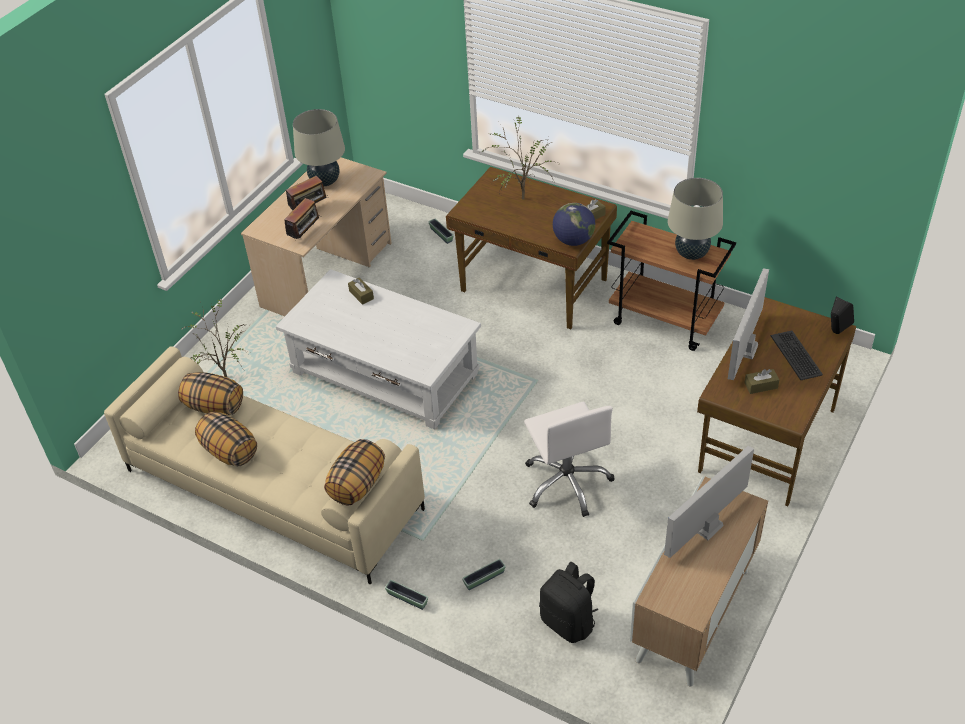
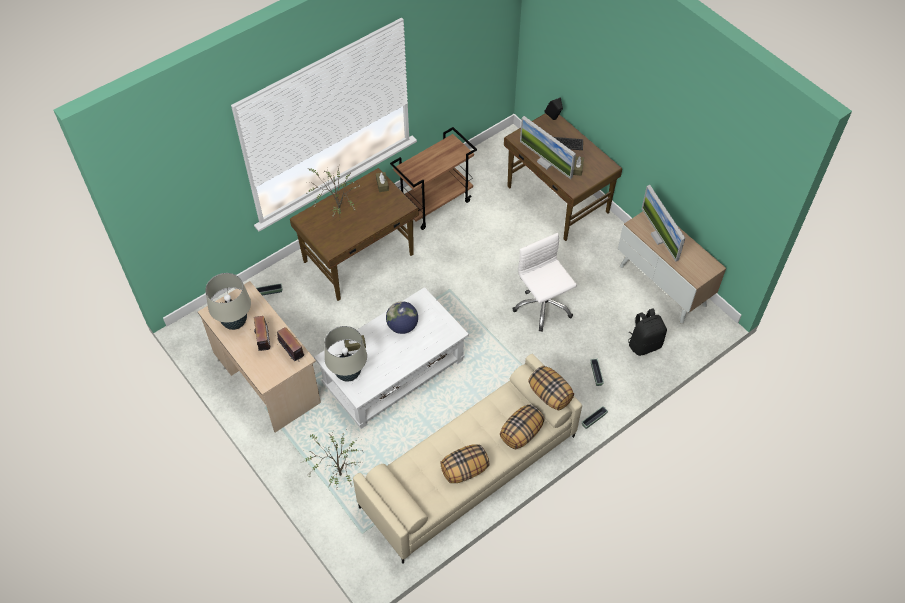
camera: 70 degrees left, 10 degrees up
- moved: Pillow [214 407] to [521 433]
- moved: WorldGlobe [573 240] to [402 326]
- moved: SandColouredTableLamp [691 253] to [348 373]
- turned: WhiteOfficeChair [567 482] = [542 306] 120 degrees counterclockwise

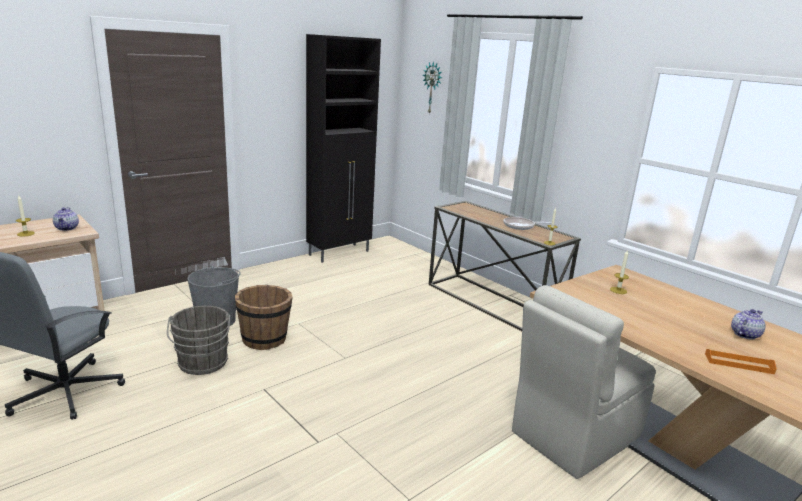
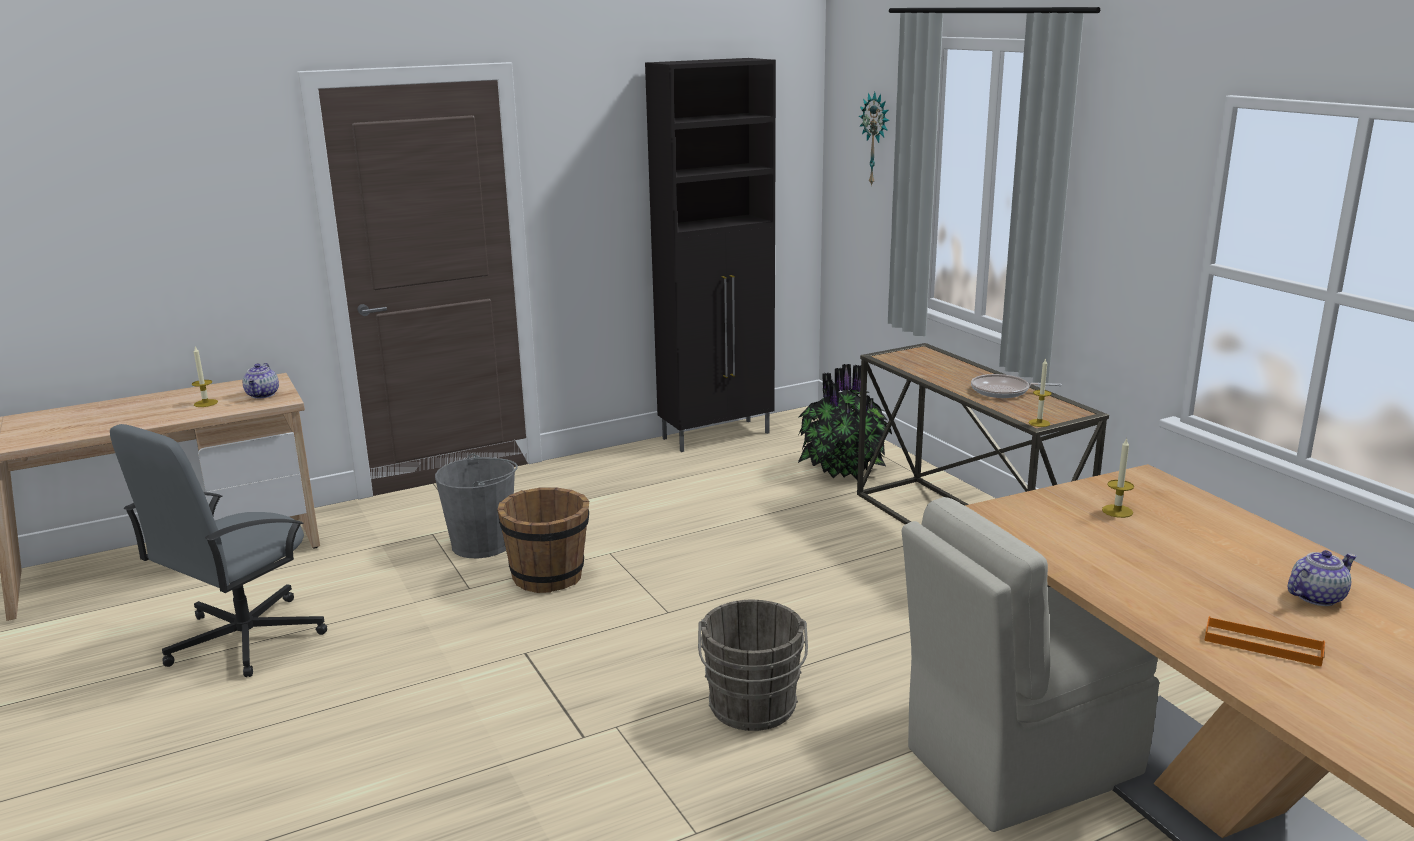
camera: 15 degrees right, 0 degrees up
- added: PottedPlant [843 469]
- moved: GreyishBucket [202 364] to [752 709]

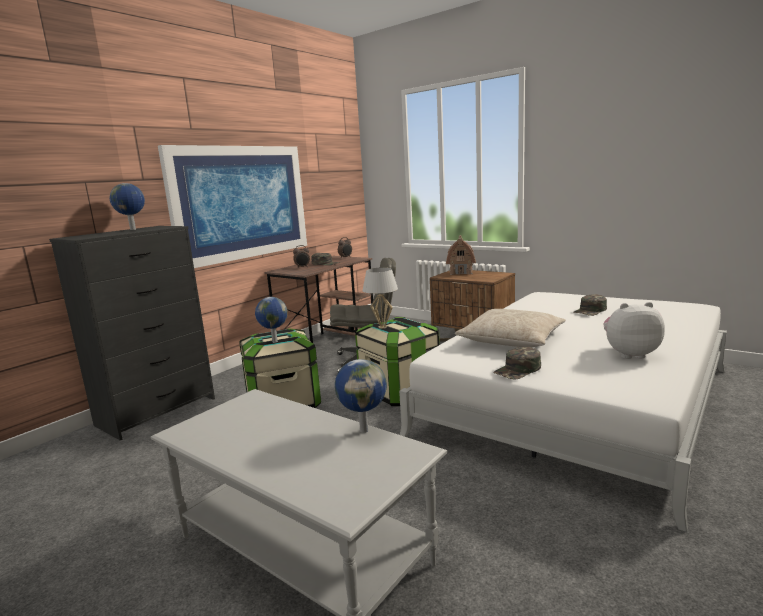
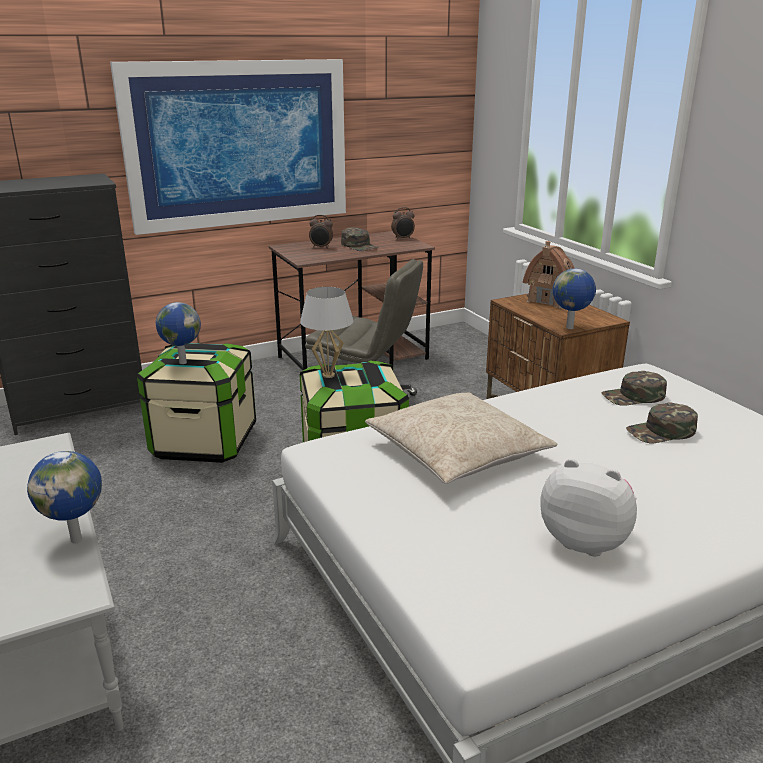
camera: 25 degrees right, 10 degrees up
- moved: WorldGlobe [133 229] to [570 328]
- moved: GreenCap [518 370] to [633 396]

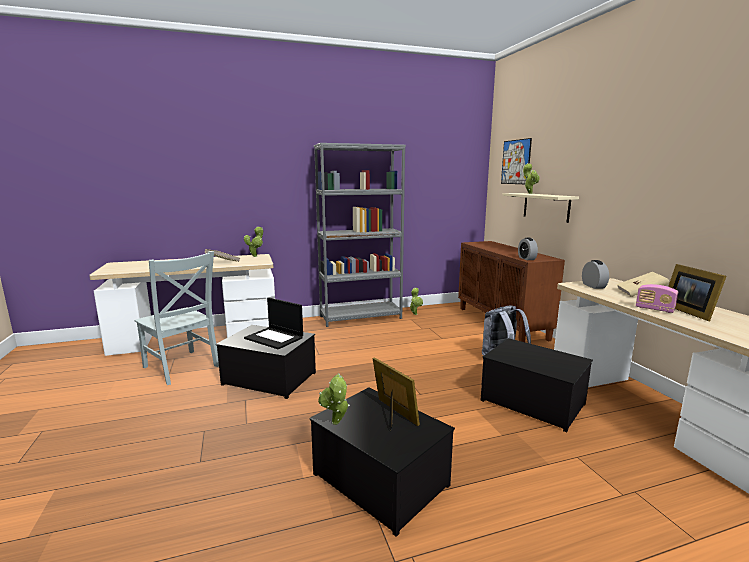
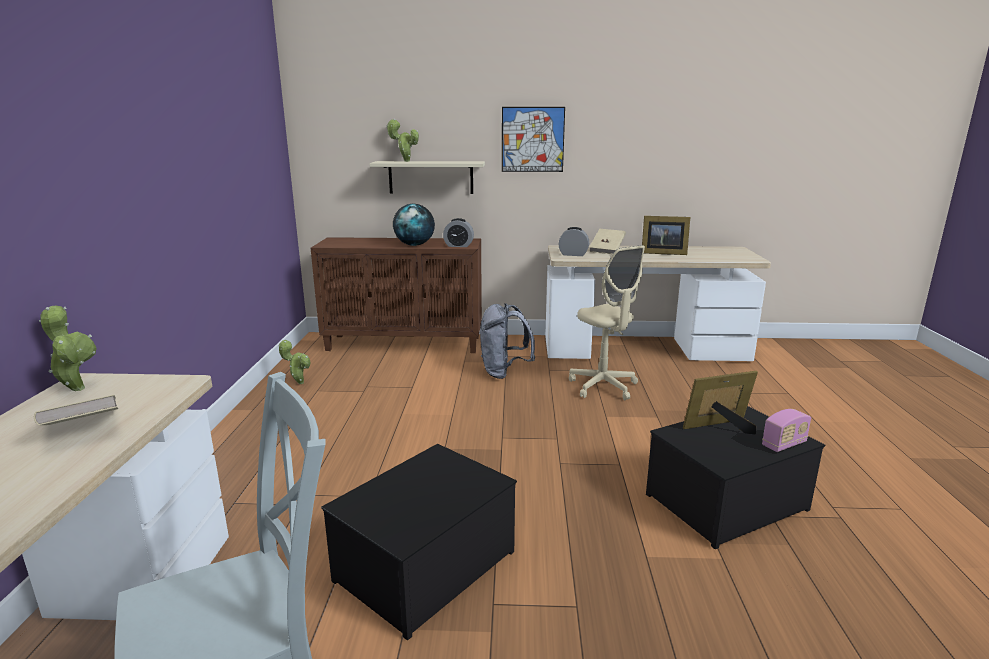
camera: 70 degrees left, 5 degrees up
- removed: PortableComputer [275 338]
- removed: GreyishBookcase [361 317]
- removed: PottedPlant [336 424]
- added: WorldGlobe [414 245]
- moved: WallPicture [515 162] to [532 139]
- moved: RadioReceiver [654 309] to [784 444]
- replaced: StorageBin [531 402] to SandColouredOfficeChair [603 386]

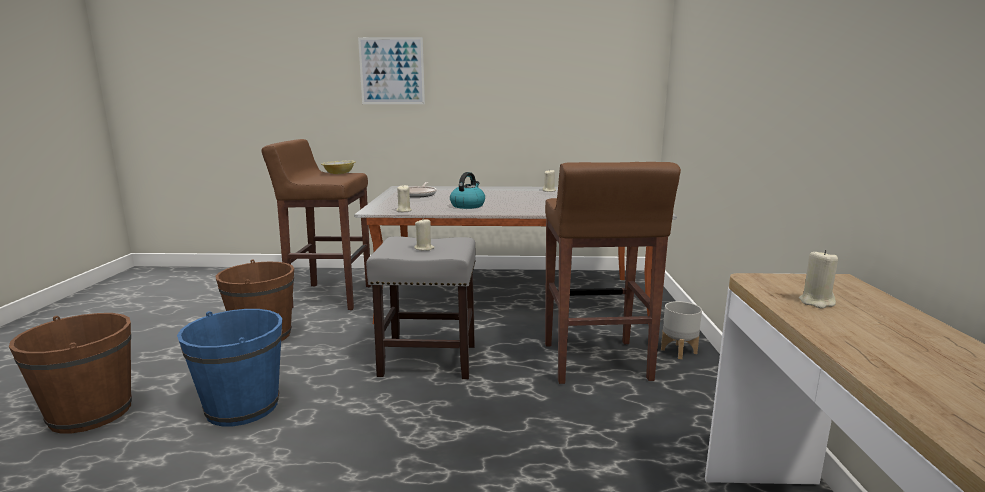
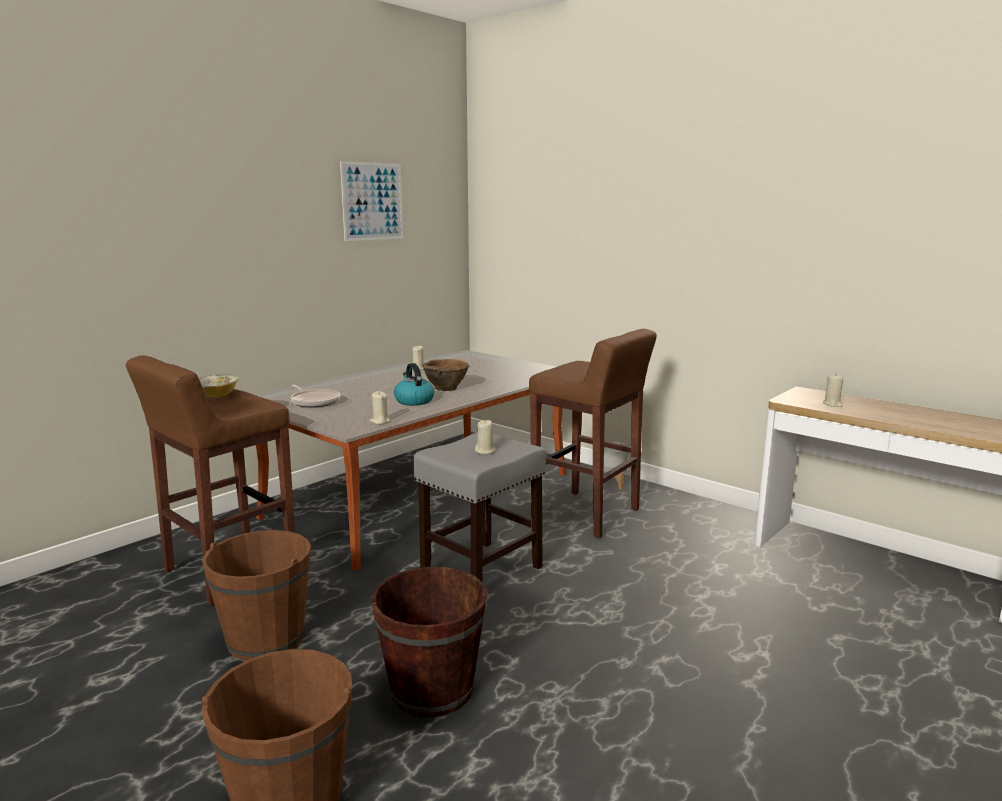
camera: 50 degrees left, 0 degrees up
- added: BrownServingBowl [445 388]
- moved: WallPicture [392 71] to [372 201]
- recoloured: BluishBucket [242 407] to BrownBucket [432 689]

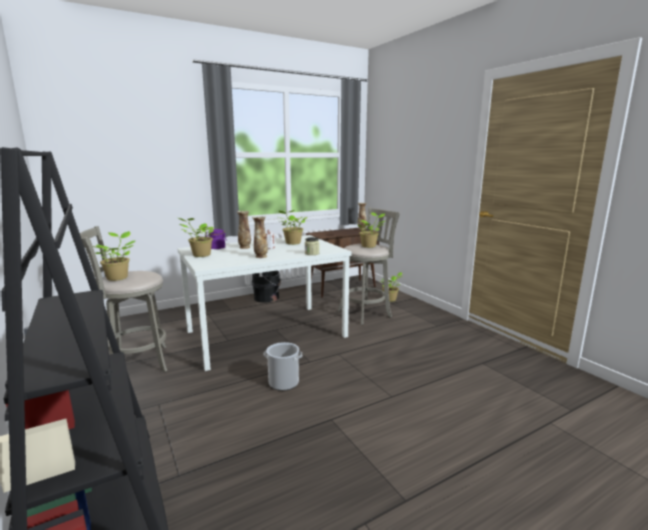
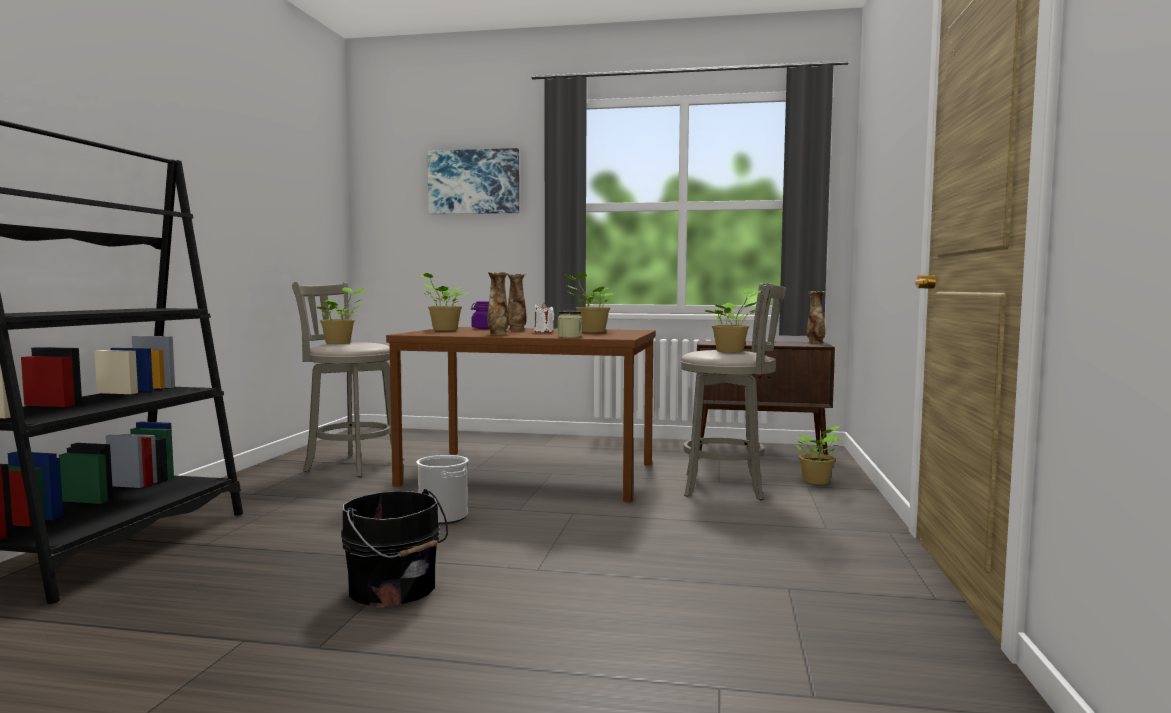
camera: 40 degrees right, 10 degrees down
- added: WallPicture [474 182]
- moved: BlackishBucket [268 298] to [394 590]
- recoloured: WhiteKitchenTable [265 334] to BrownKitchenTable [528 474]

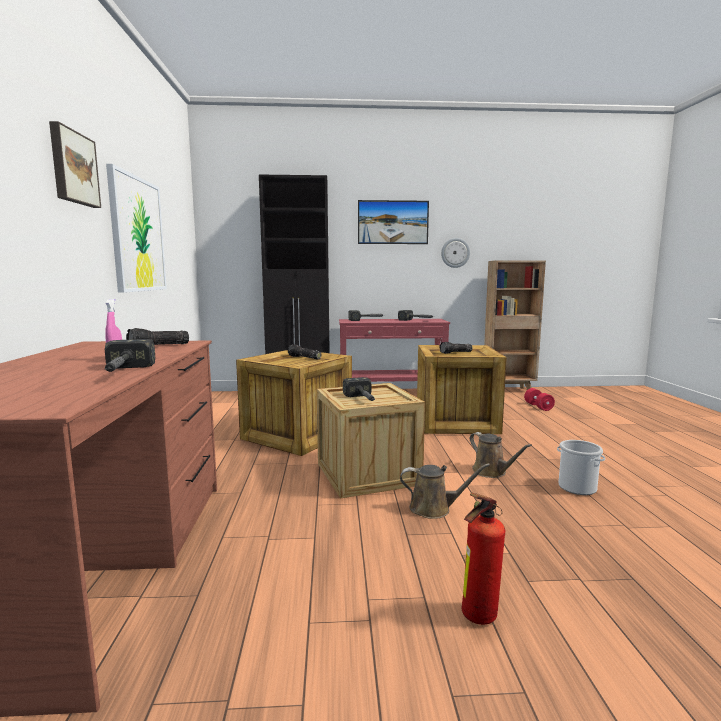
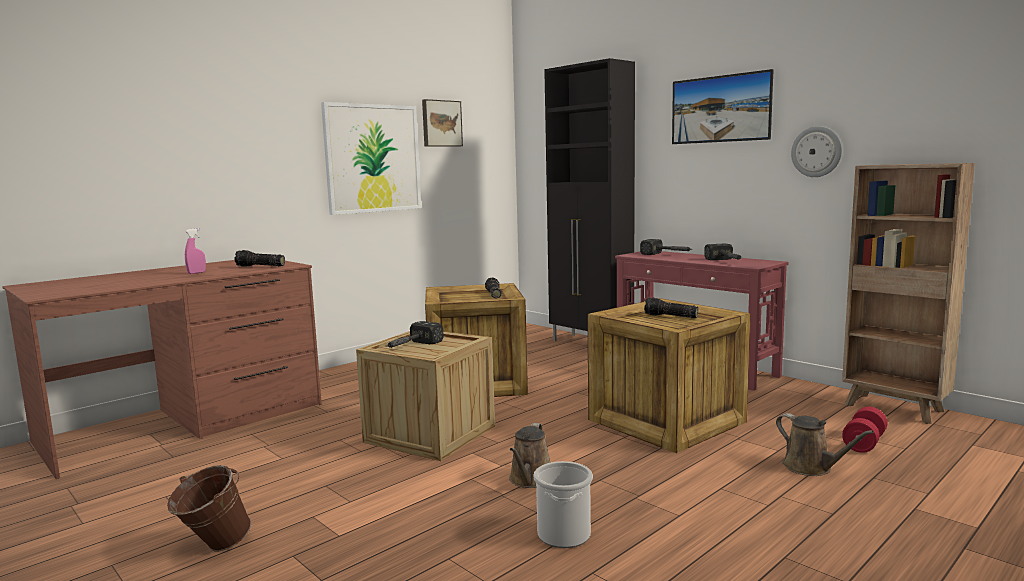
camera: 50 degrees right, 0 degrees up
- removed: ToolHammer [123 372]
- moved: WallPicture [73 168] to [441 123]
- moved: BrownSprinklingCan [434 509] to [811 468]
- replaced: Extinguisher [475 617] to BrownBucket [213 548]

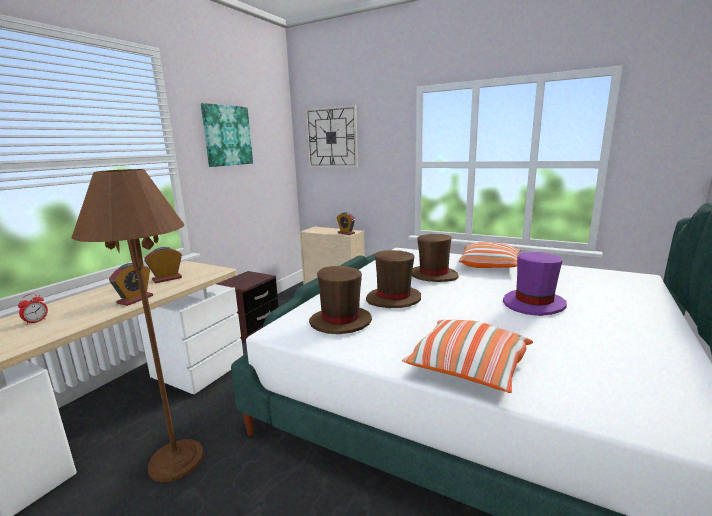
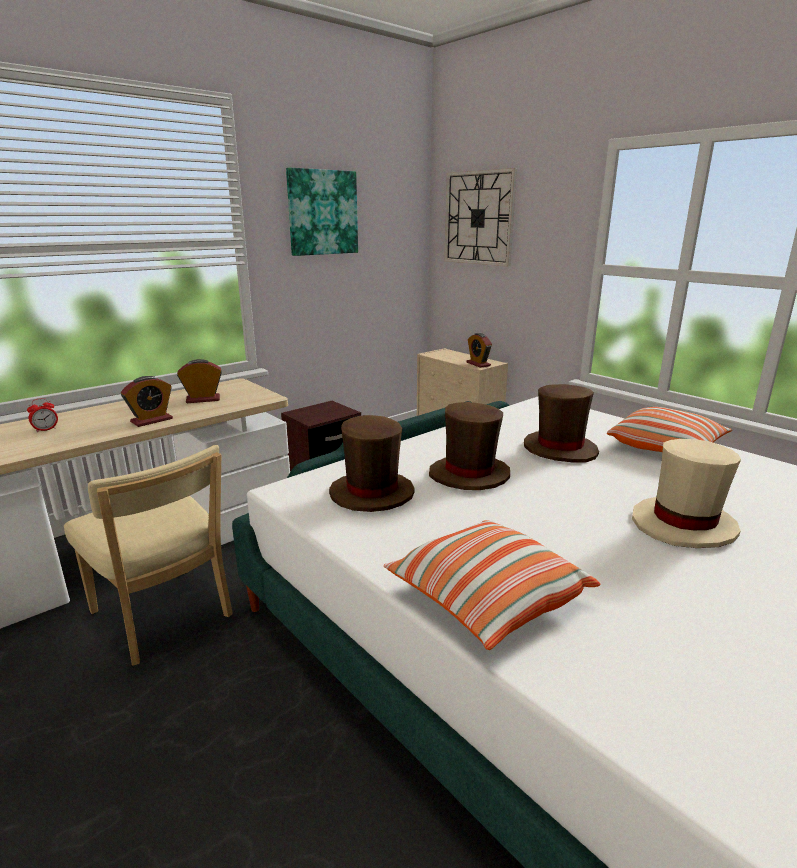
camera: 20 degrees right, 5 degrees up
- replaced: BrownStandardLamp [176 460] to SandColouredPlainChair [165 617]
- recoloured: PurplishHat [534 304] to SandColouredHat [683 525]

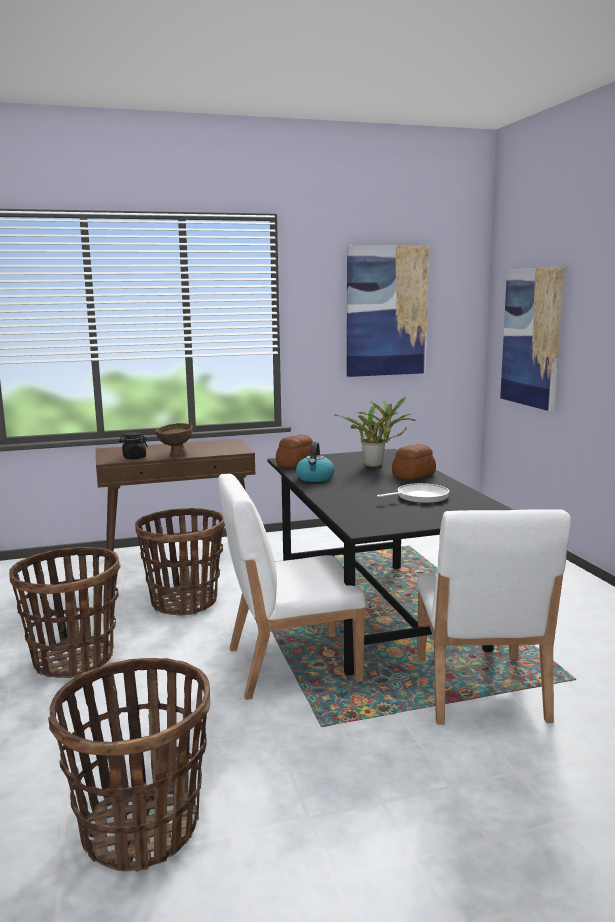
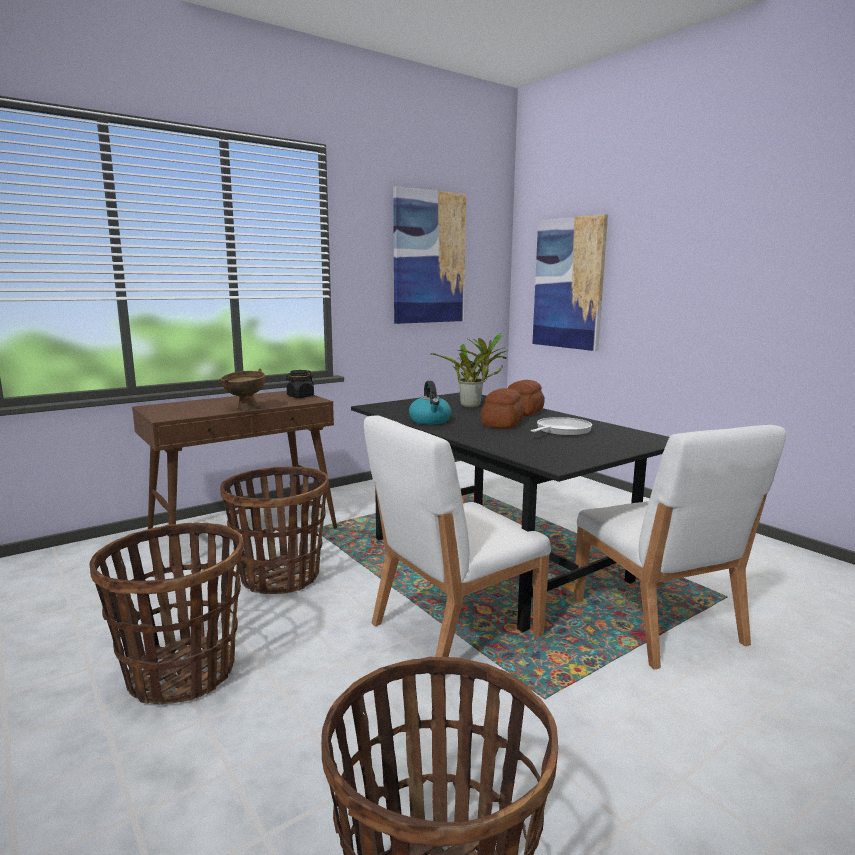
camera: 20 degrees left, 0 degrees up
- moved: BlackishJar [134 457] to [300 396]
- moved: BakeryBread [295 464] to [501 424]

